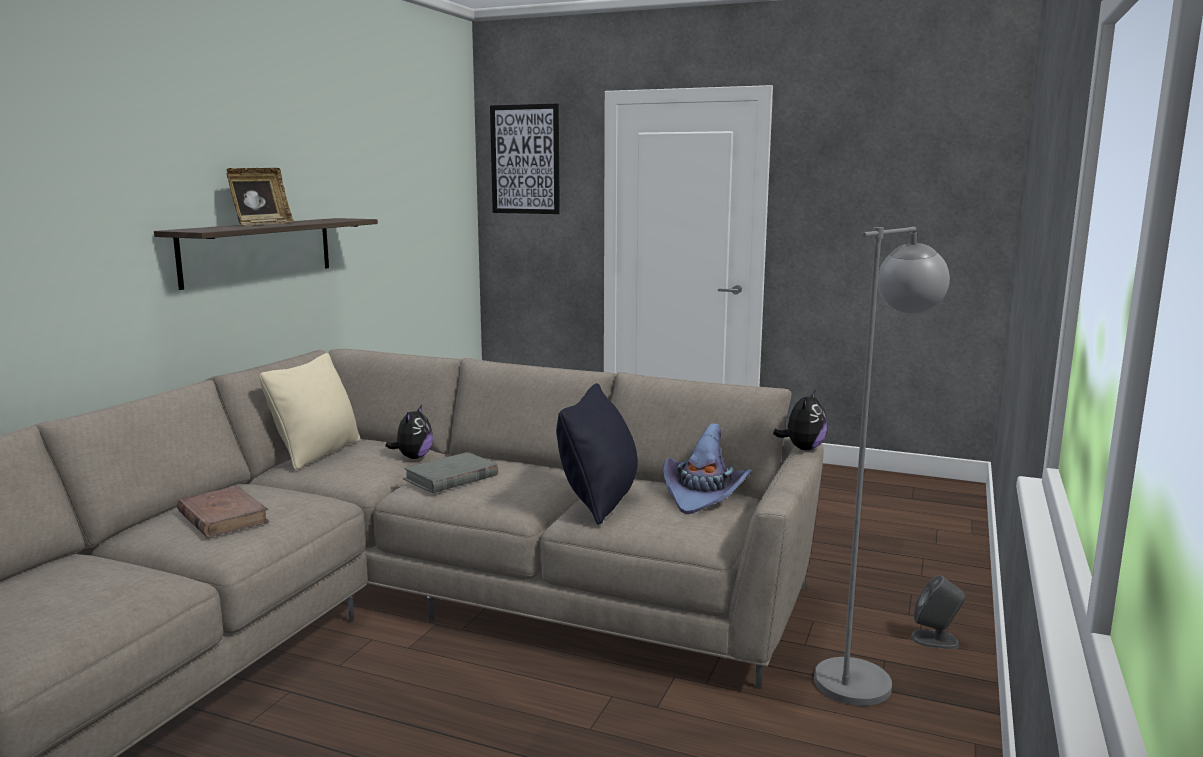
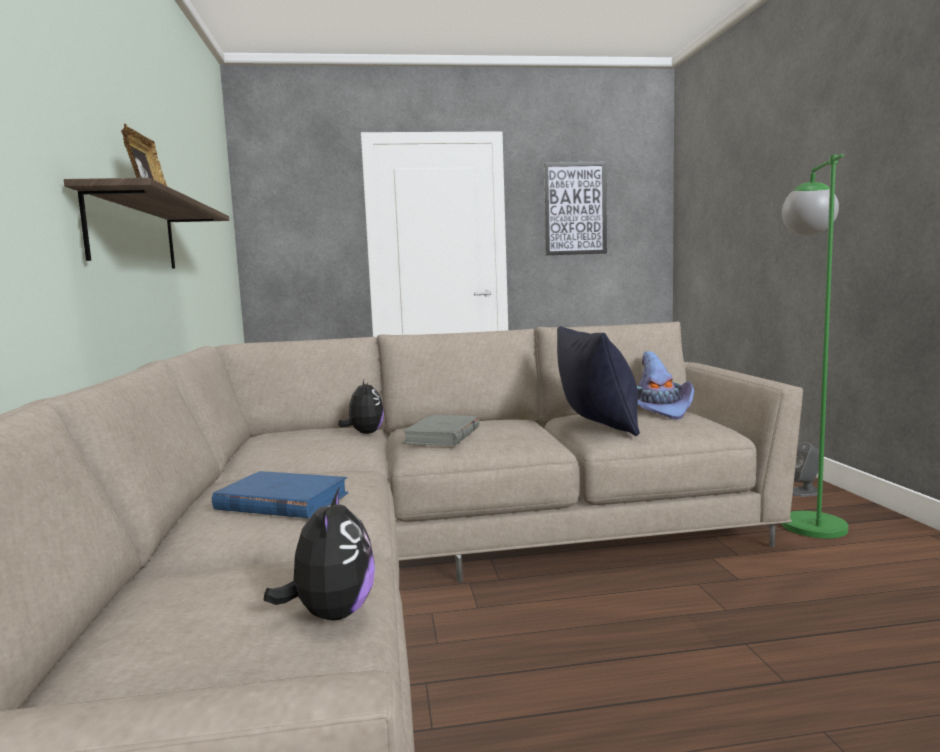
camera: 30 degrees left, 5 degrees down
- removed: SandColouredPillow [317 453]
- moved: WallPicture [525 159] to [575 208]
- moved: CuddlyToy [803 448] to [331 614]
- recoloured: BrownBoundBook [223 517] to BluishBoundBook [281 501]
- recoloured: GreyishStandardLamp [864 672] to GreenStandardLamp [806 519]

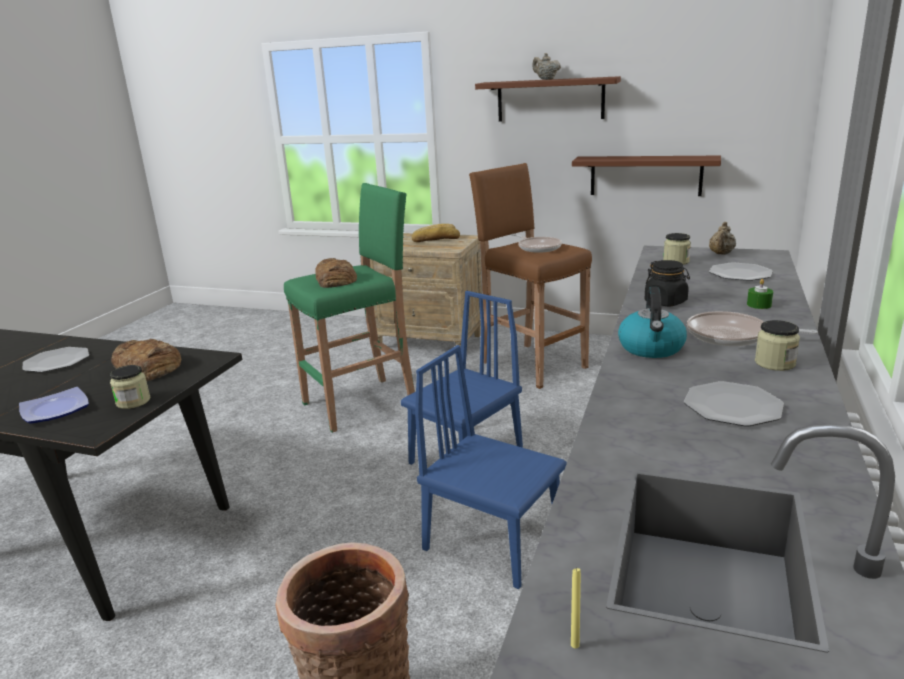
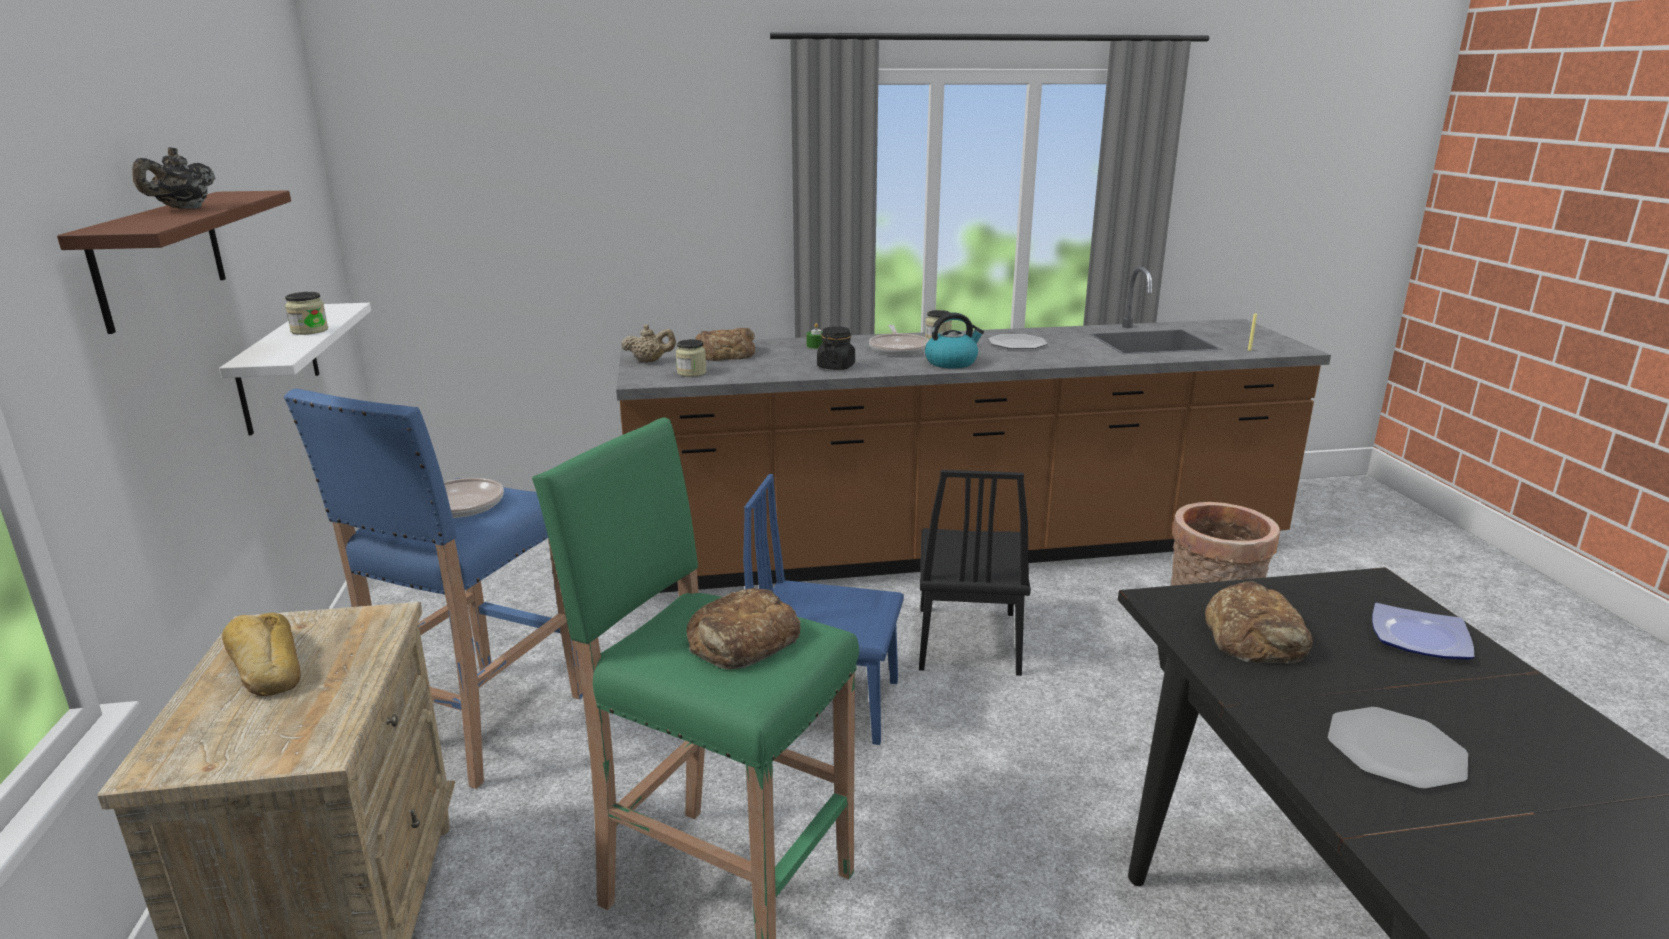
camera: 120 degrees left, 0 degrees up
- moved: Jar [133 401] to [309 330]
- replaced: DinnerPlate [740 274] to BakeryBread [725 353]
- recoloured: BluishPlainChair [493 542] to BlackishPlainChair [967 640]
- recoloured: BrownStoolSeat [531 364] to BluishStoolSeat [479 726]
- recoloured: SandColouredTeaPot [545 79] to BlackishTeaPot [183 208]
- recoloured: BrownBracketShelf [645 175] to WhiteBracketShelf [278 367]

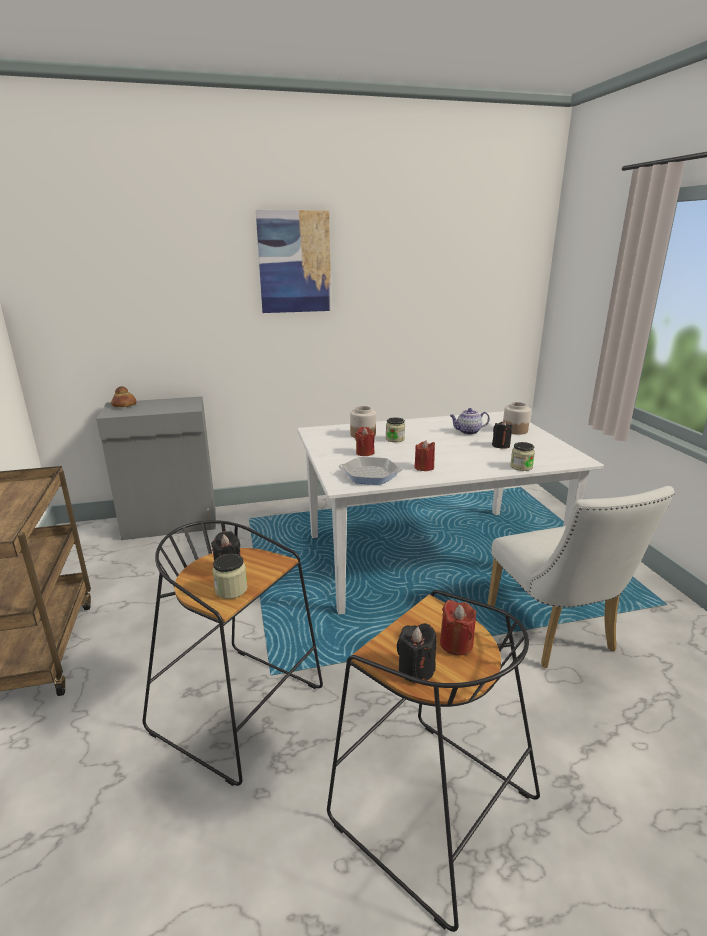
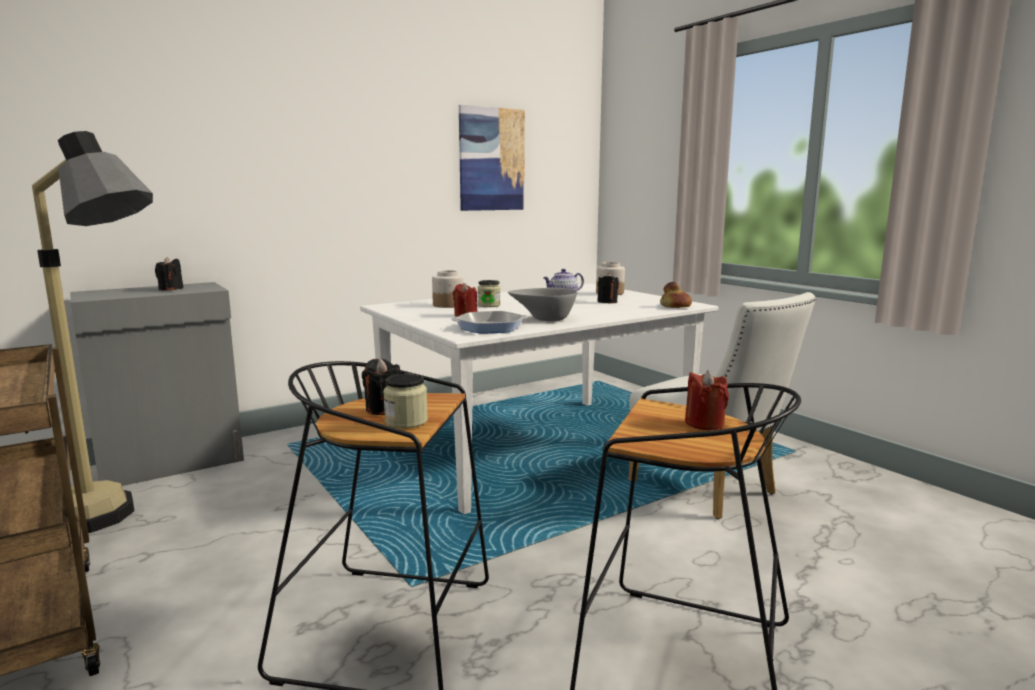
camera: 20 degrees left, 10 degrees down
- removed: Jar [521 467]
- added: StandardLamp [118 522]
- moved: BakeryBread [124 405] to [675 307]
- moved: WallPicture [294 262] to [492 159]
- moved: BlackishWaxCandle [416 670] to [171 289]
- replaced: RedColouredWaxCandle [424 467] to GreyishServingBowl [544 319]

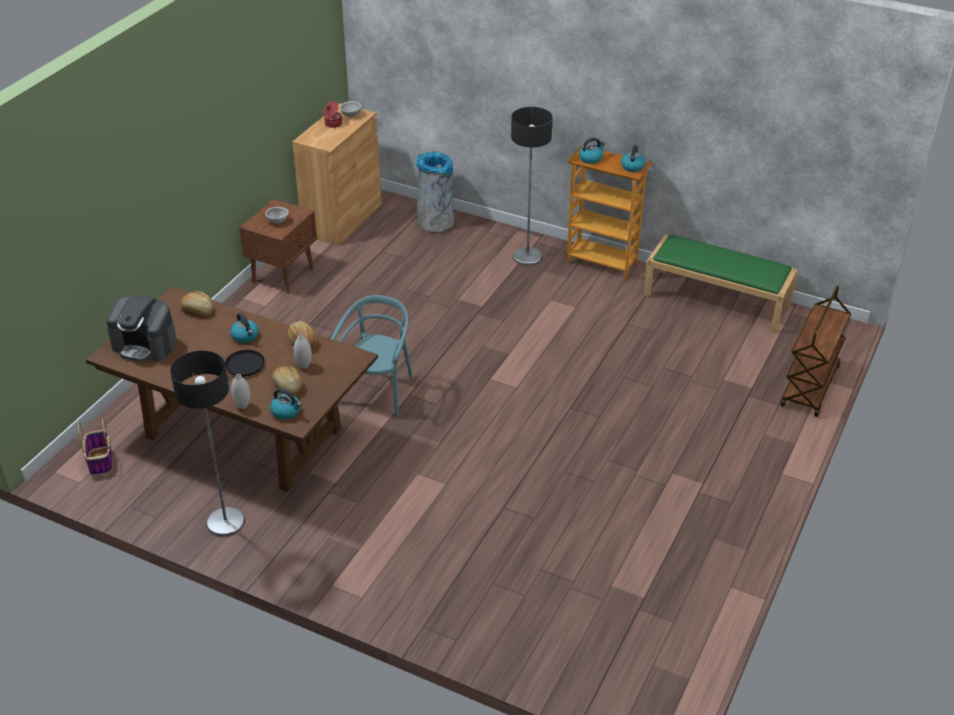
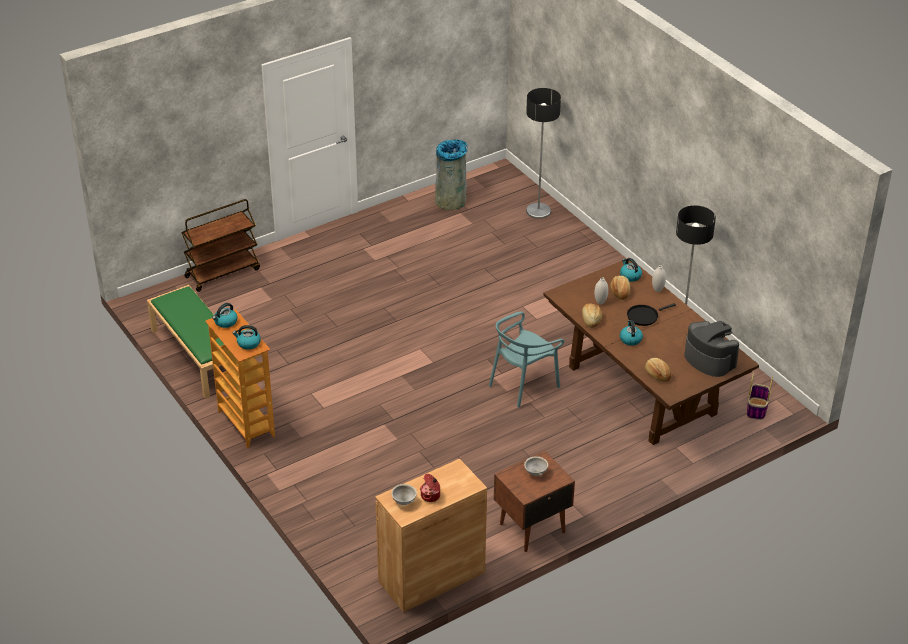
camera: 150 degrees left, 0 degrees up
- moved: GreyishRubbishBin [435 223] to [451 200]
- moved: StandardLamp [527 257] to [538 211]

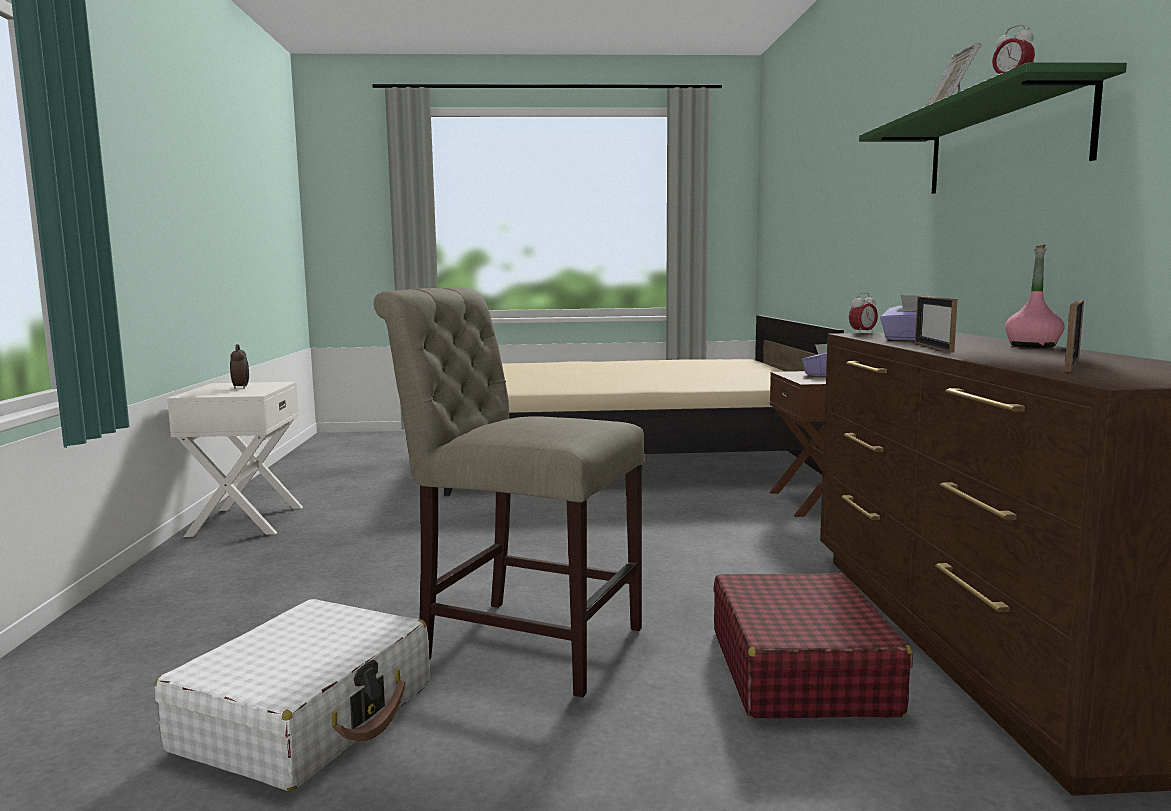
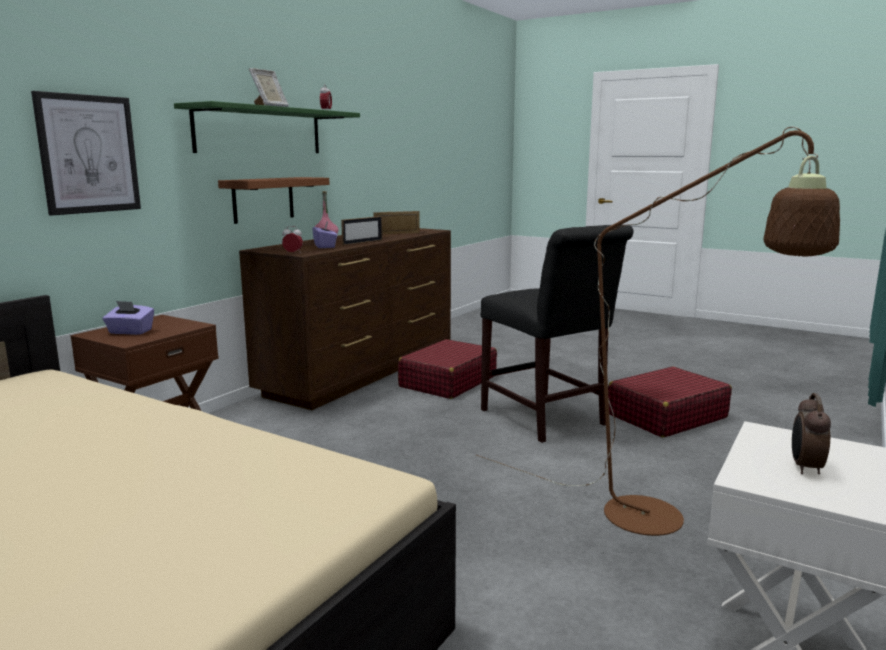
camera: 145 degrees left, 5 degrees up
- added: WallPicture [88 154]
- added: BracketShelf [263 199]
- added: BrownStandardLamp [663 521]
- recoloured: WhiteTravelCase [307 717] to RedColouredTravelCase [666 416]
- recoloured: SandColouredPlainChair [522 641] to BlackishPlainChair [547 419]

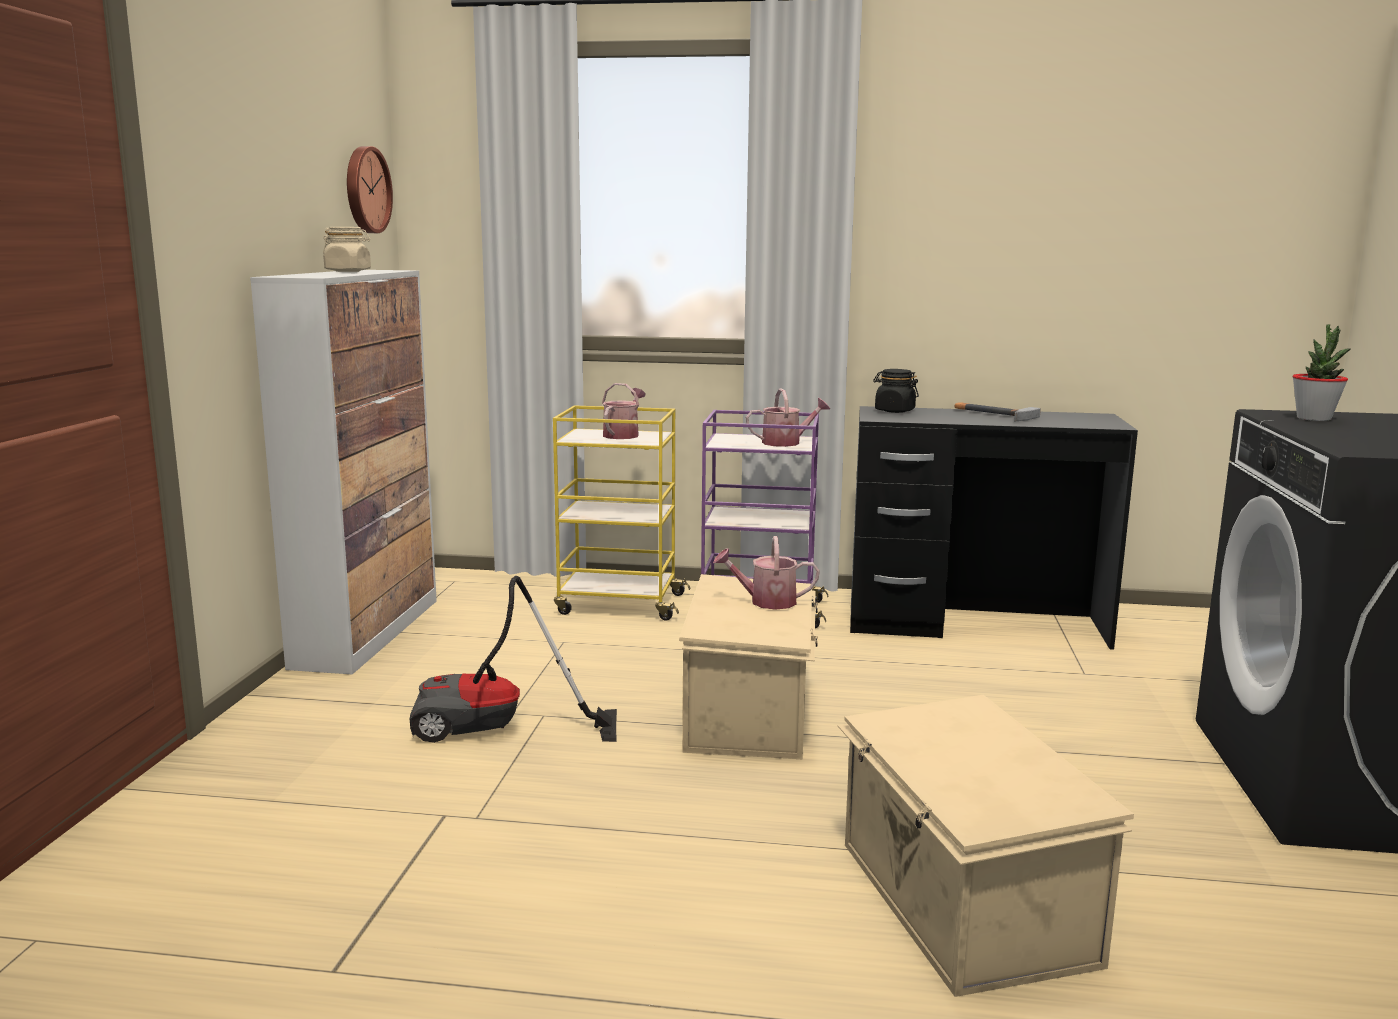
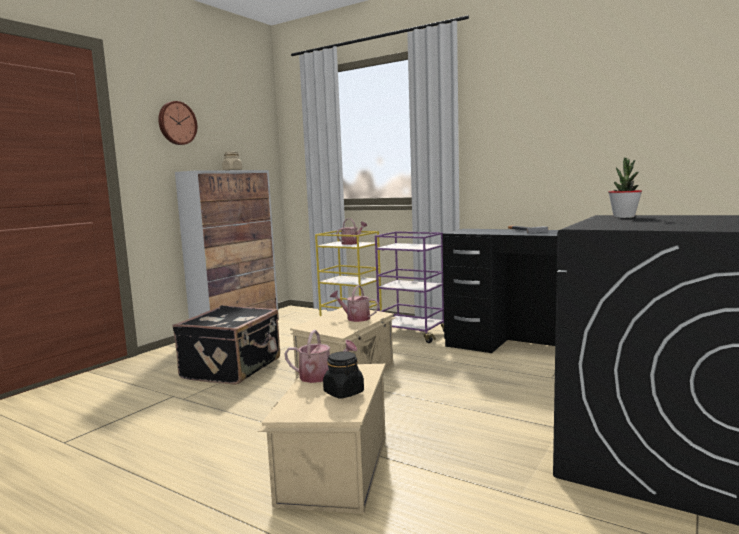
camera: 25 degrees right, 5 degrees down
- moved: HangingClock [365 190] to [176 123]
- moved: SprinklingCan [786 442] to [321 377]
- moved: BlackishJar [894 411] to [343 392]
- replaced: Hoover [496 732] to BlackishTravelCase [233 368]

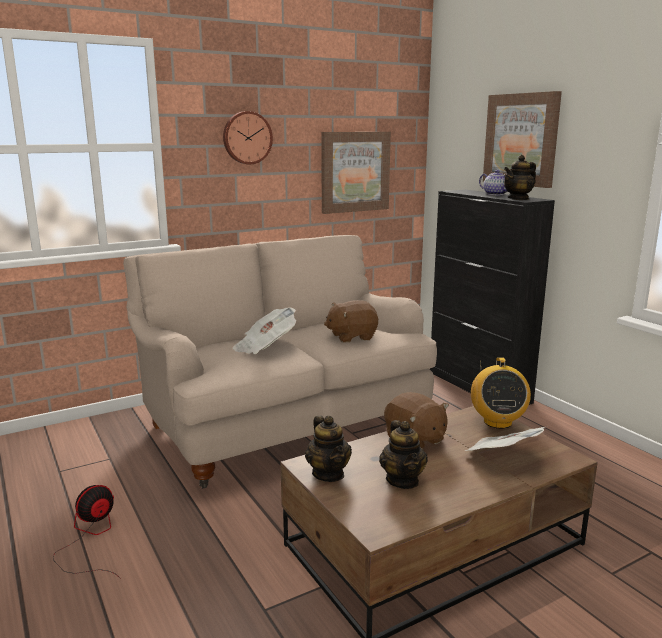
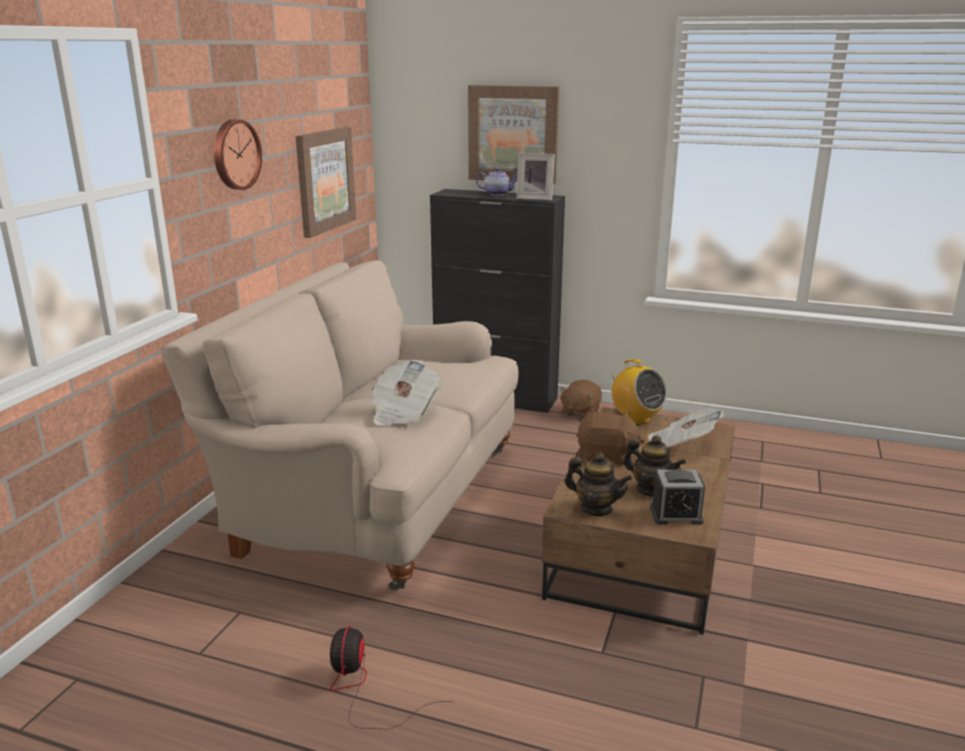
camera: 40 degrees left, 5 degrees up
- added: TableClock [676 515]
- moved: BrownCuddlyToy [351 337] to [580 412]
- replaced: TeaPot [518 199] to PictureFrame [535 198]

